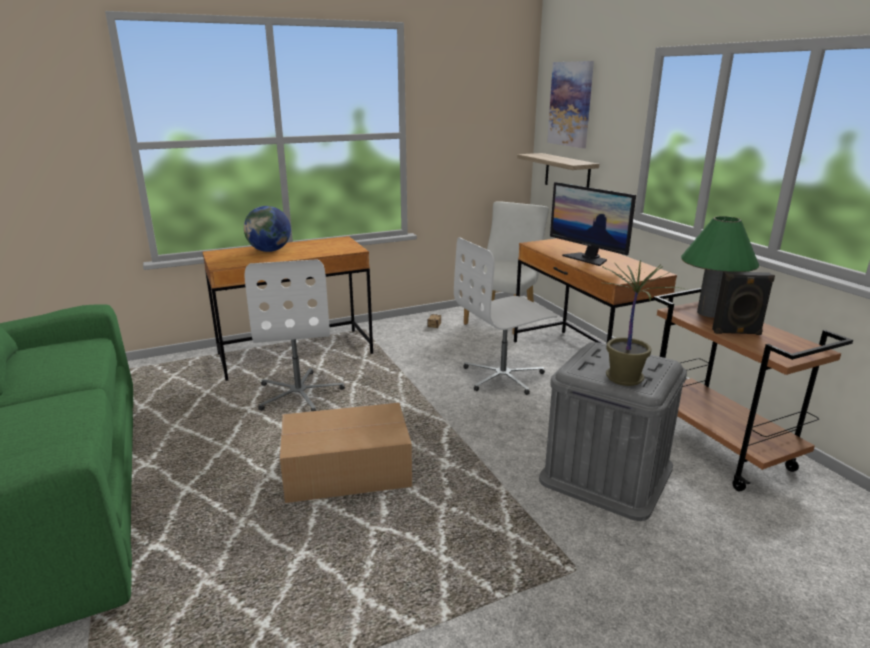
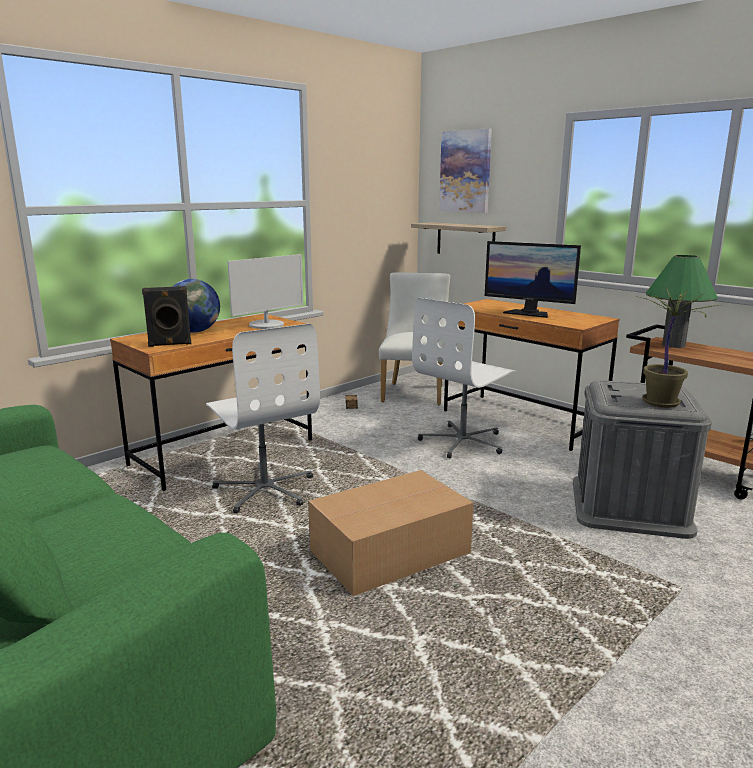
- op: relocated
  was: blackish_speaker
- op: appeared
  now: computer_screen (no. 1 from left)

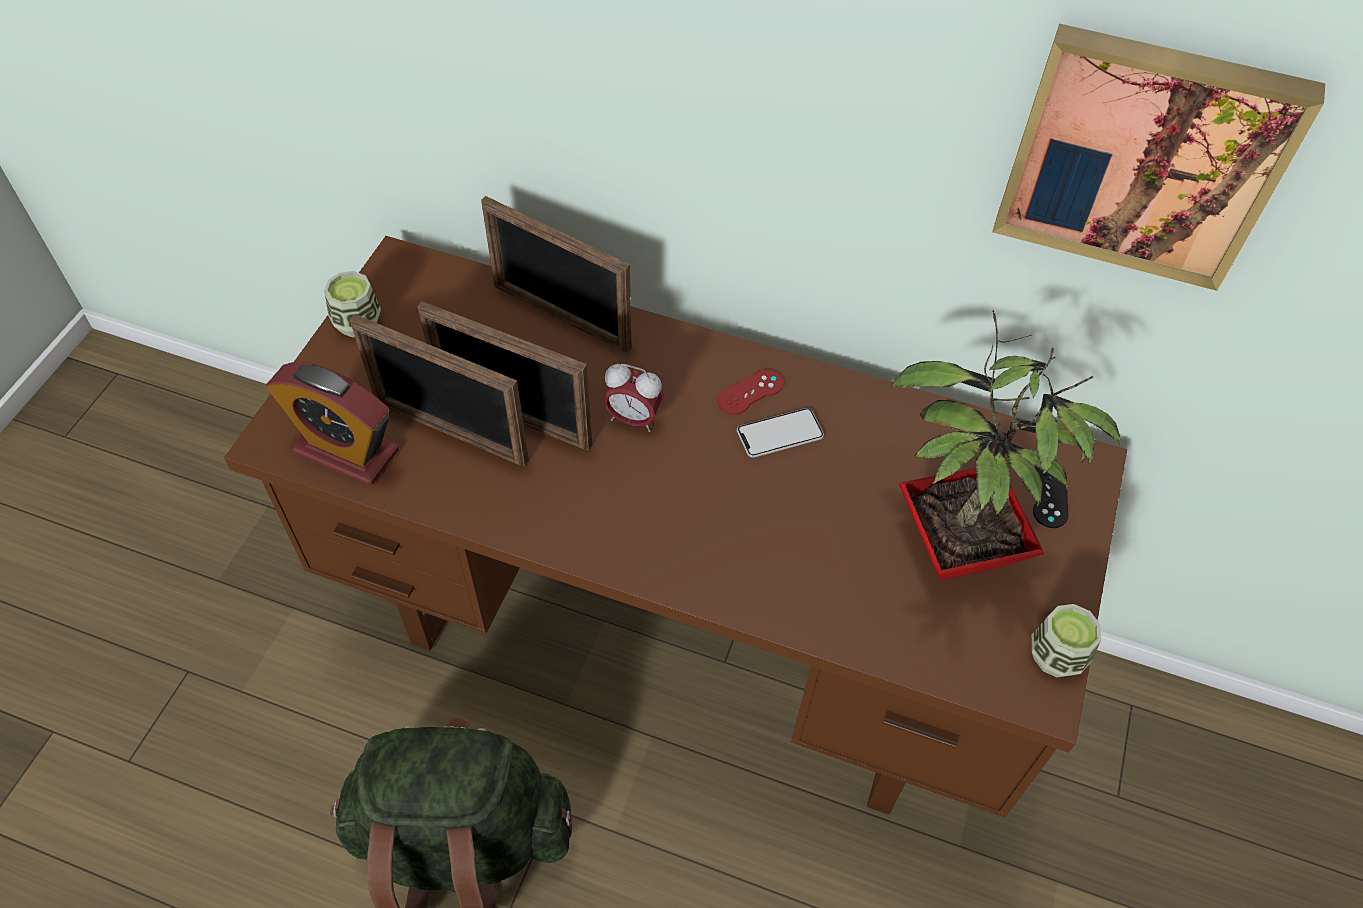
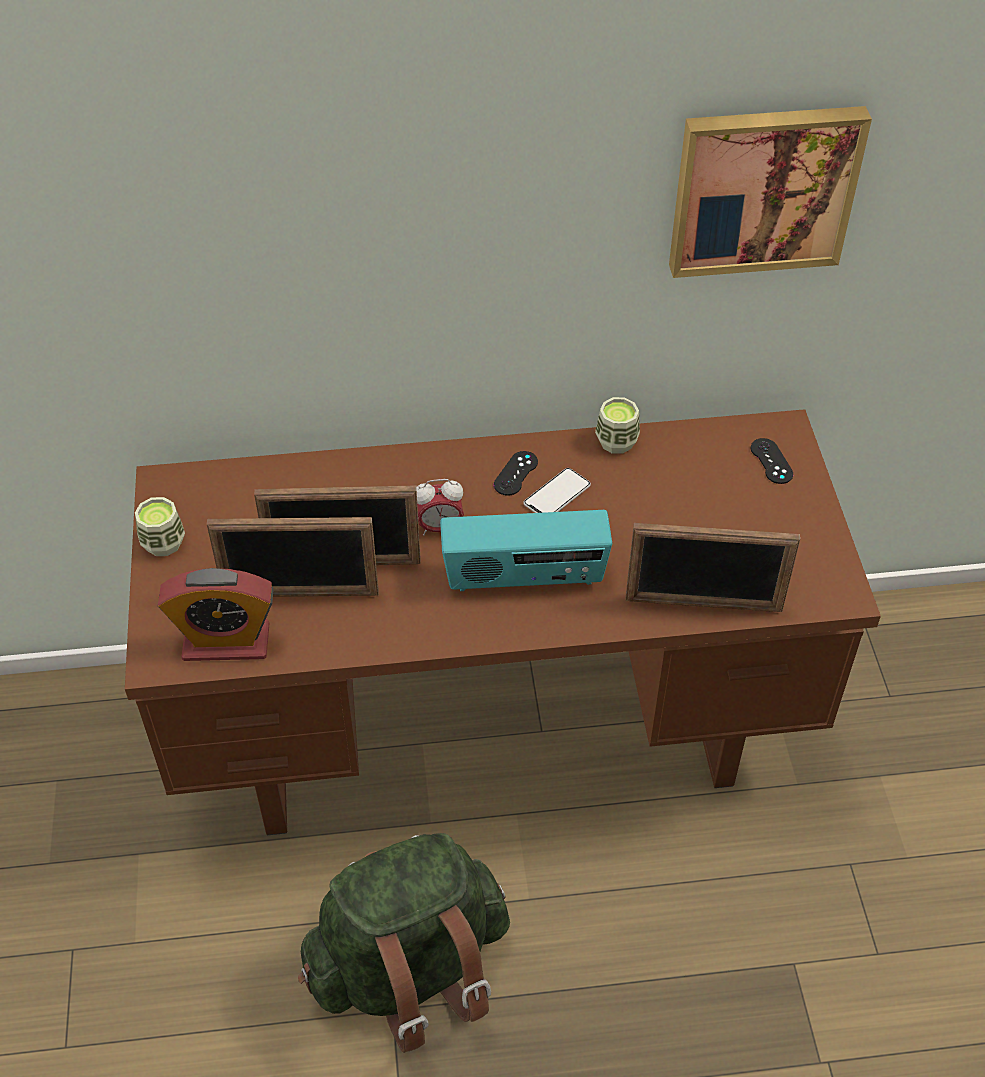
- op: relocated
  was: standing_frame (no. 3 from left)
- op: colour
  was: reddish_joypad
  now: blackish_joypad (no. 1 from left)
- op: missing
  was: plant_in_a_pot
- op: relocated
  was: small_cup (no. 2 from left)
- op: appeared
  now: radio_set

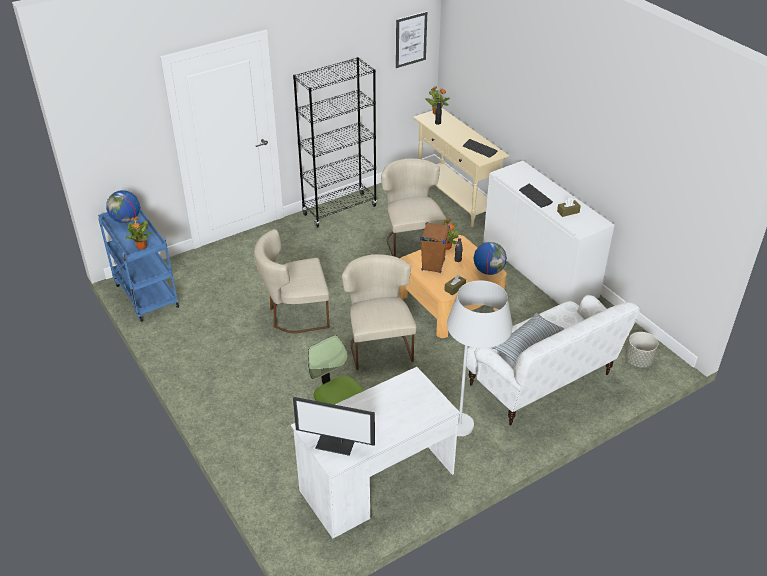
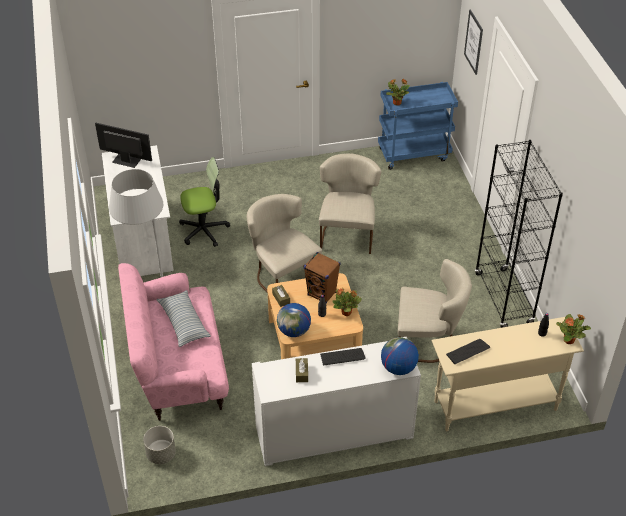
- op: relocated
  was: globe (no. 1 from left in the first image)
  now: globe (no. 2 from left)
- op: spun
  was: computer_screen
  clockwise: 75
- op: spun
  was: beige-coloured_plain_chair (no. 2 from left in the first image)
  clockwise: -135
- op: relocated
  was: picture
- op: colour
  was: whitish_couch
  now: pink-coloured_couch

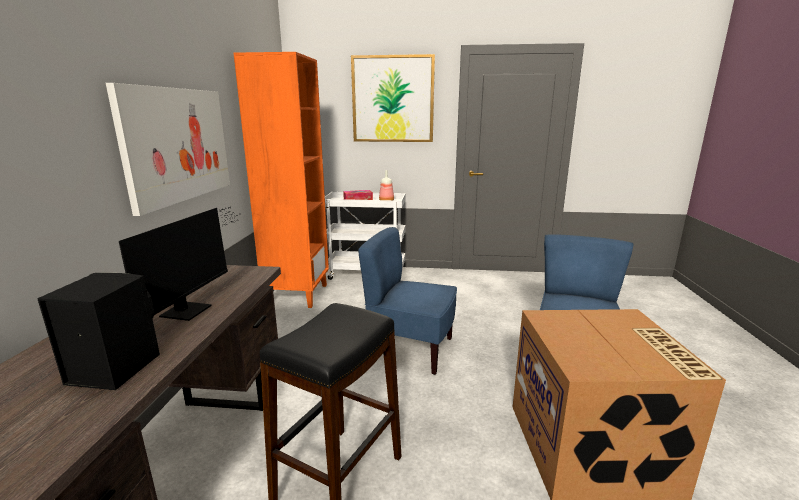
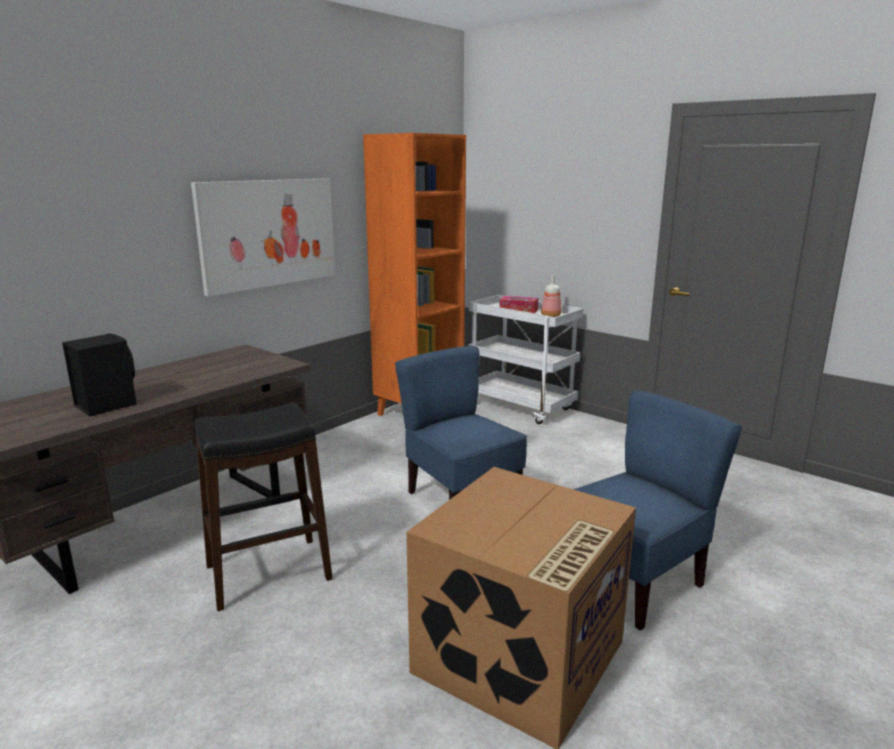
- op: missing
  was: computer_screen
- op: missing
  was: picture (no. 2 from left)

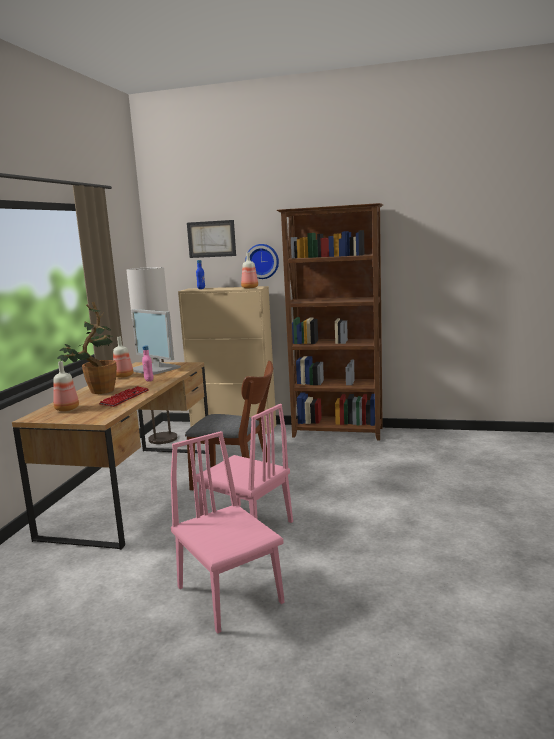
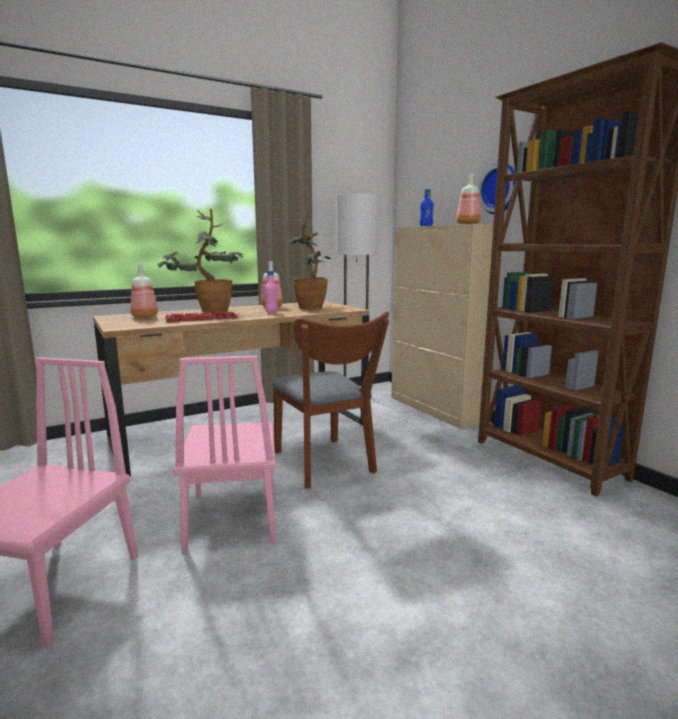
- op: exchanged
  was: computer_screen
  now: plant_in_a_pot (no. 2 from left)
- op: missing
  was: picture

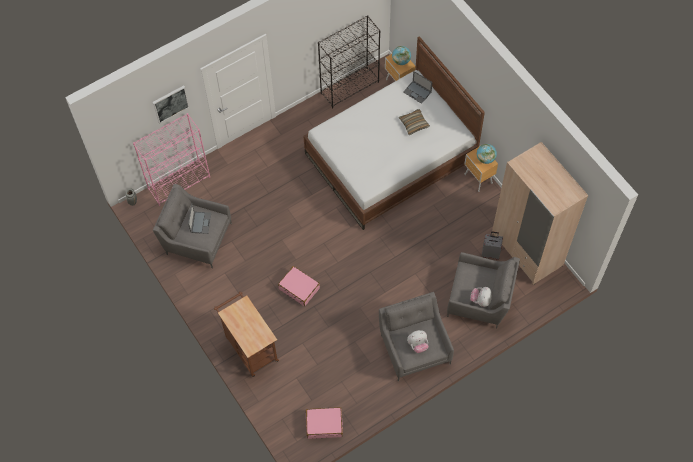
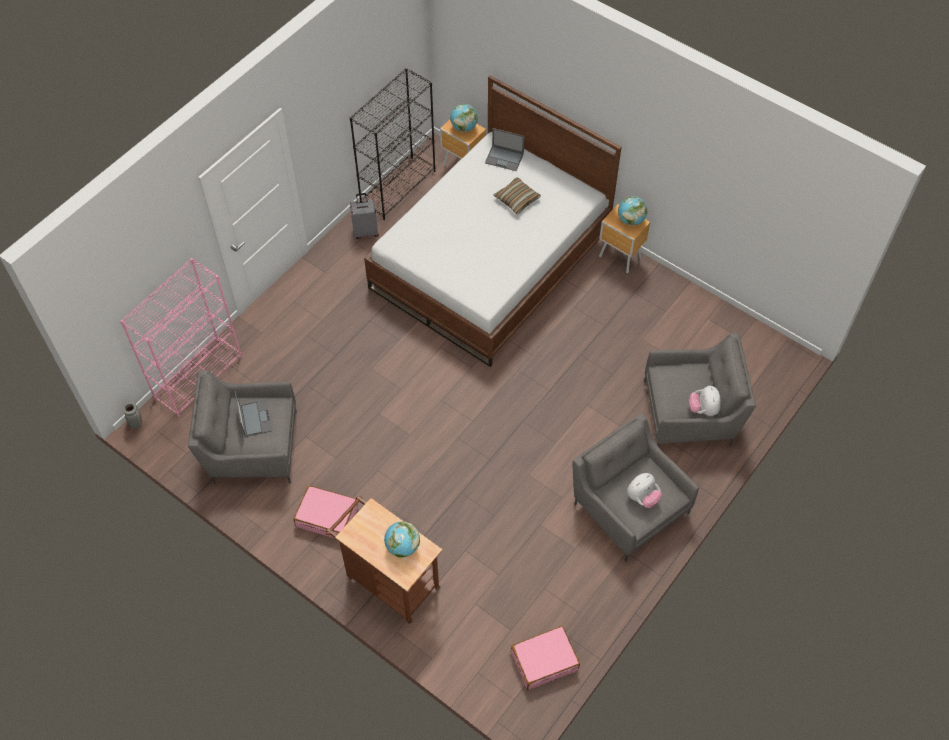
- op: missing
  was: picture
- op: relocated
  was: pink-coloured_travel_case (no. 1 from left)
- op: relocated
  was: gray_travel_case
- op: missing
  was: beige-coloured_clothes_cupboard
- op: appeared
  now: globe (no. 1 from left)

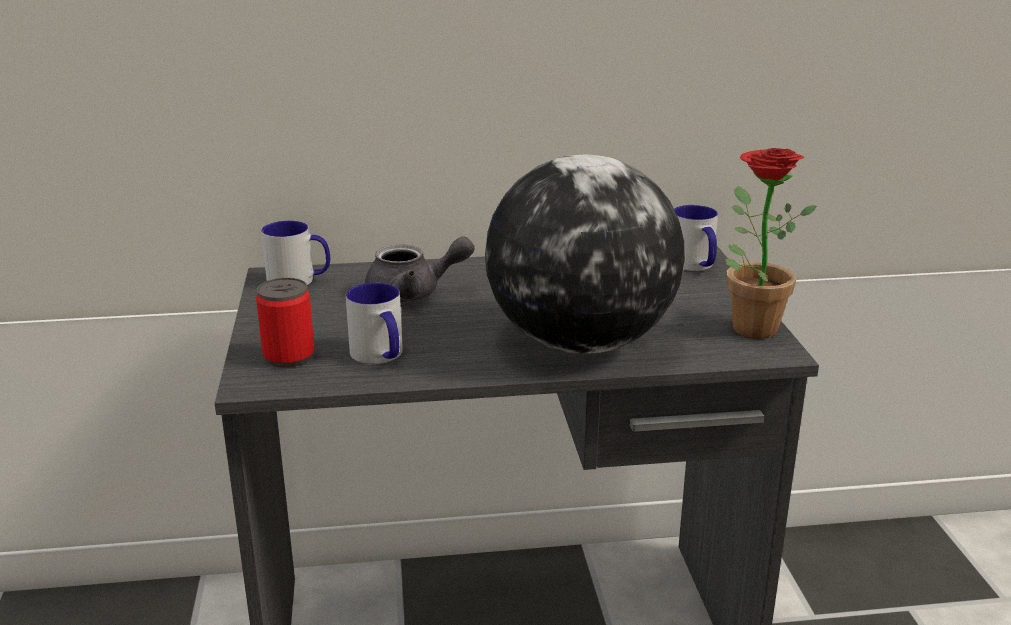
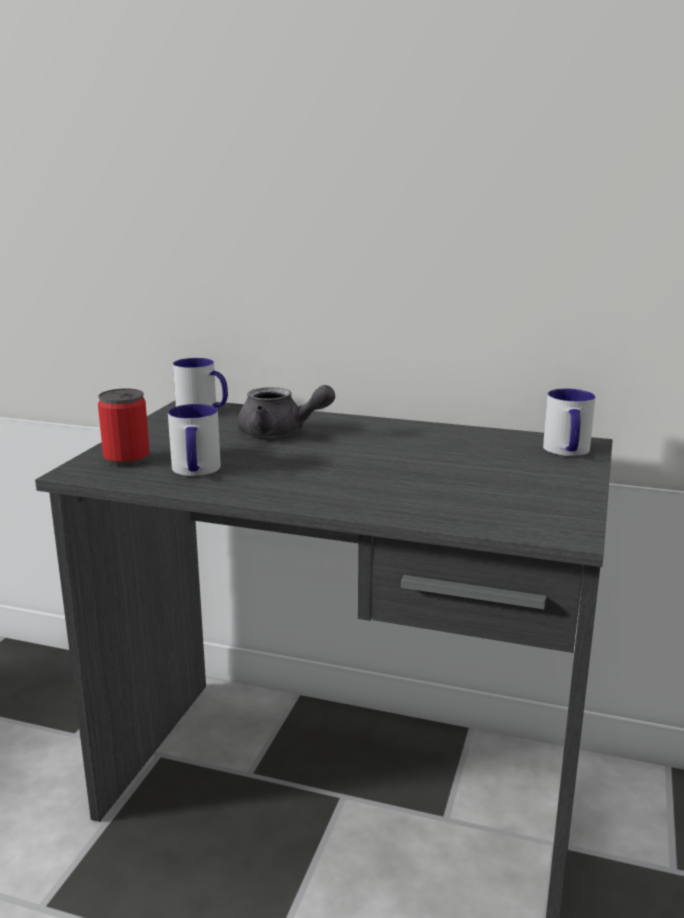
- op: missing
  was: globe
- op: missing
  was: plant_in_a_pot

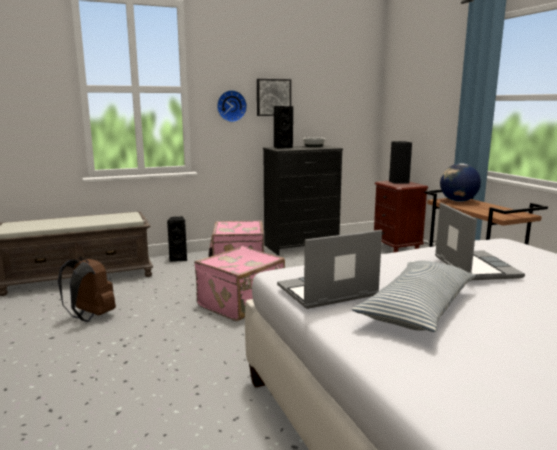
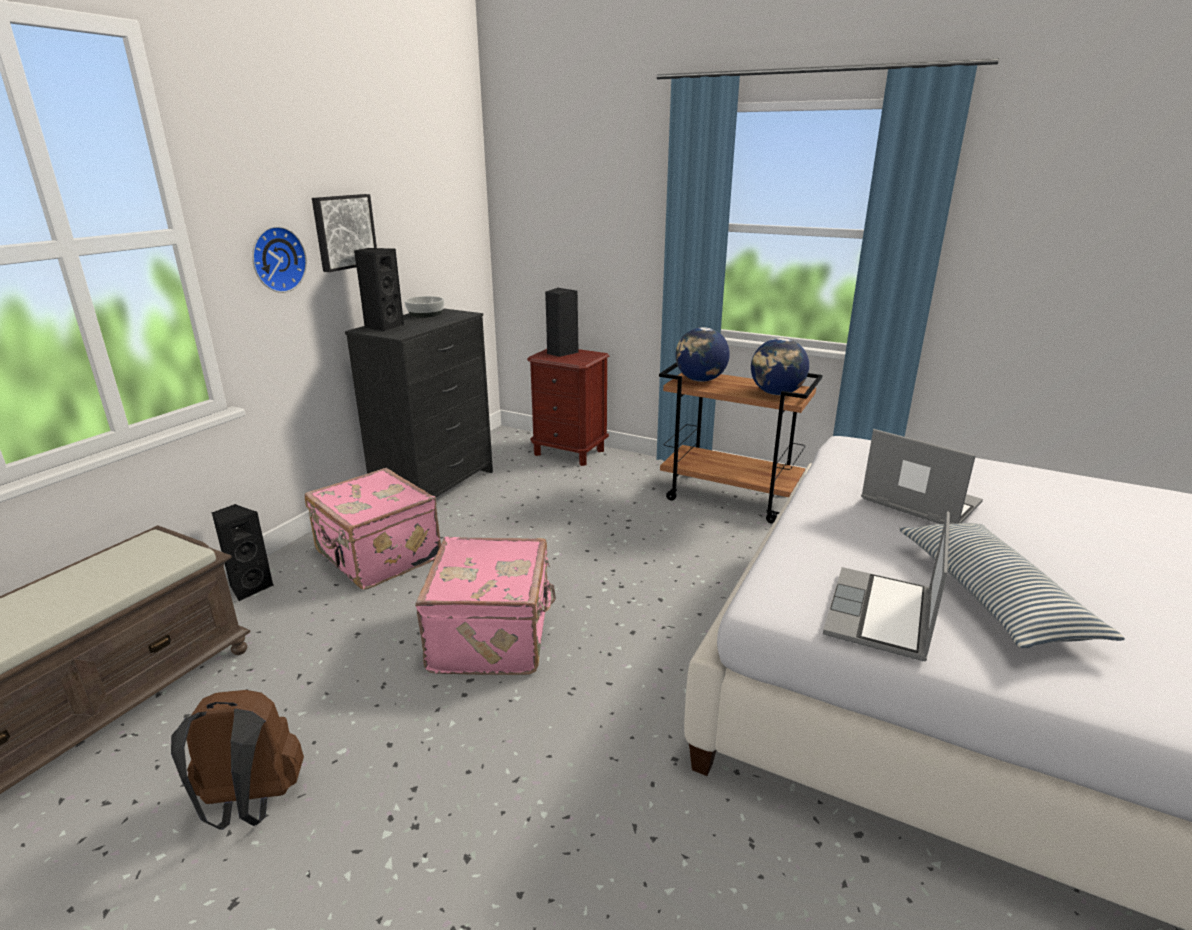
- op: appeared
  now: globe (no. 2 from left)

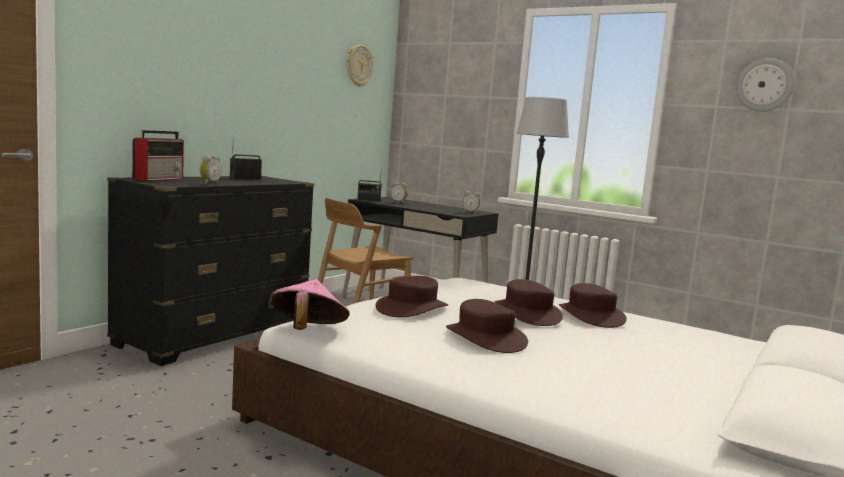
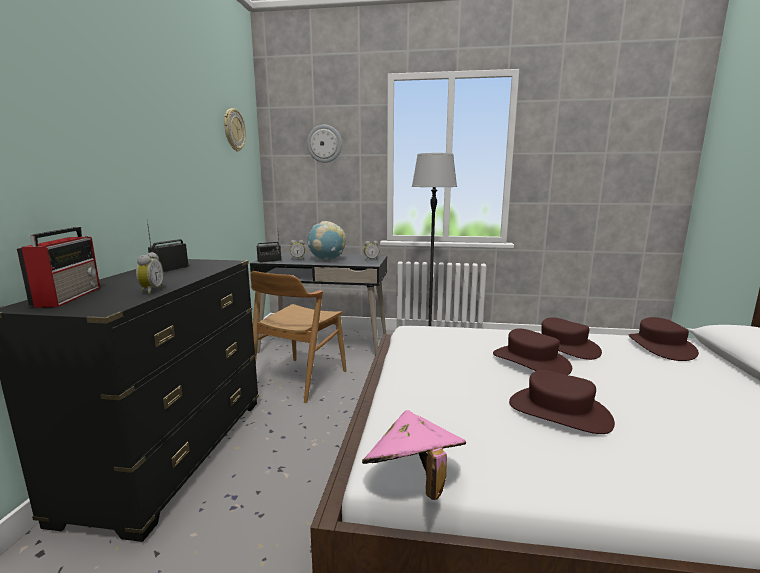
- op: relocated
  was: brownish_clothing_hat (no. 1 from left in the first image)
  now: brownish_clothing_hat (no. 4 from left)
- op: relocated
  was: hanging_clock (no. 2 from left)
- op: appeared
  now: globe

